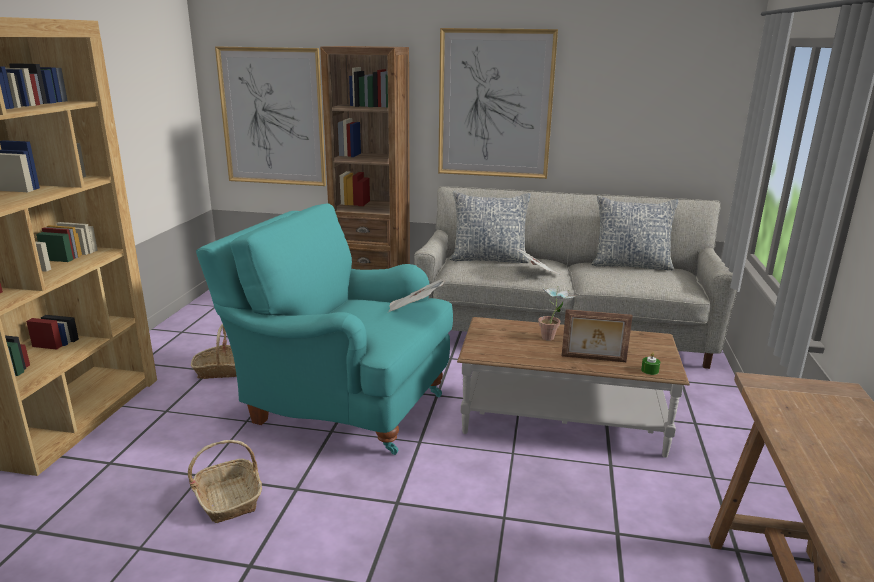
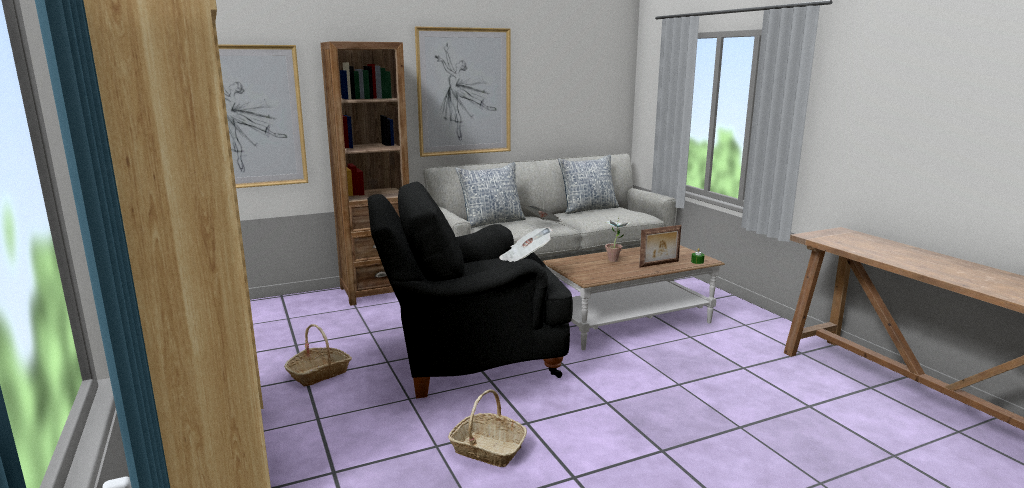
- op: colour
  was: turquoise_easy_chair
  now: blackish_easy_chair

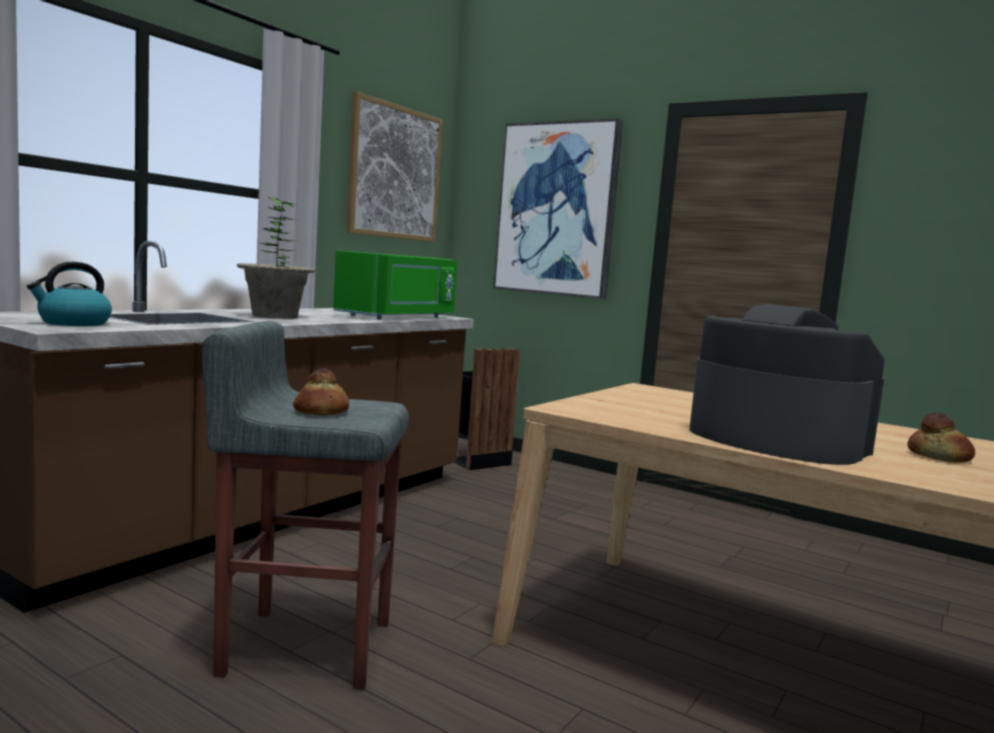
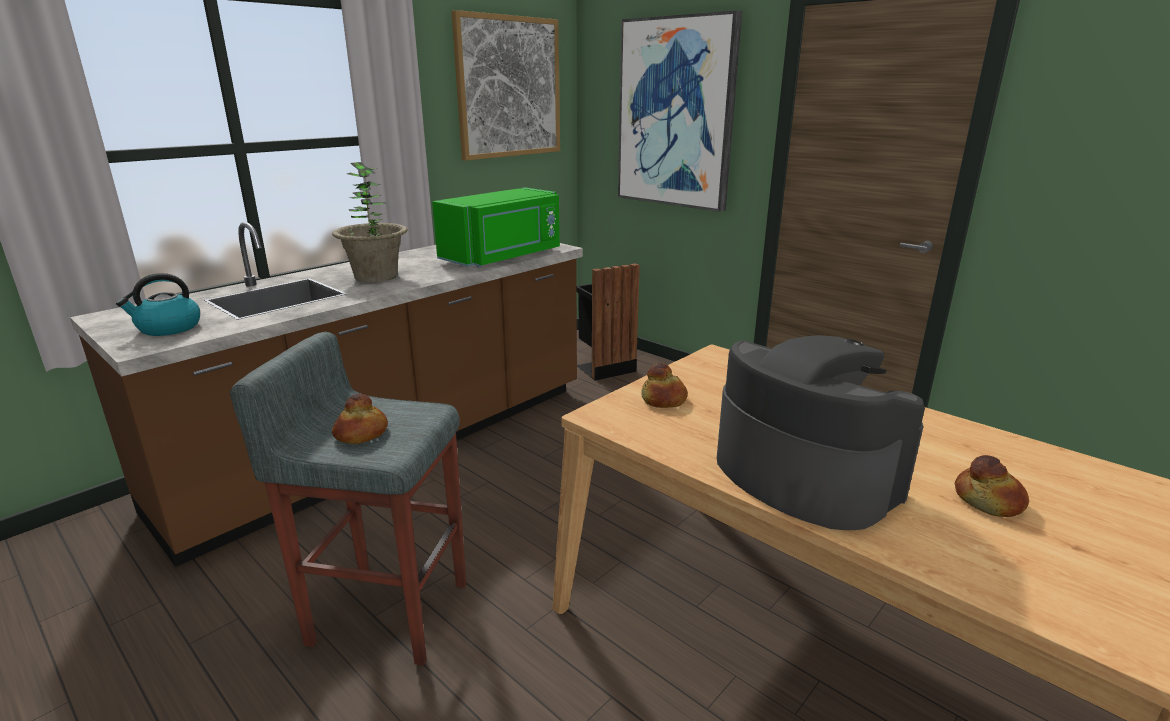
- op: appeared
  now: bread (no. 2 from left)

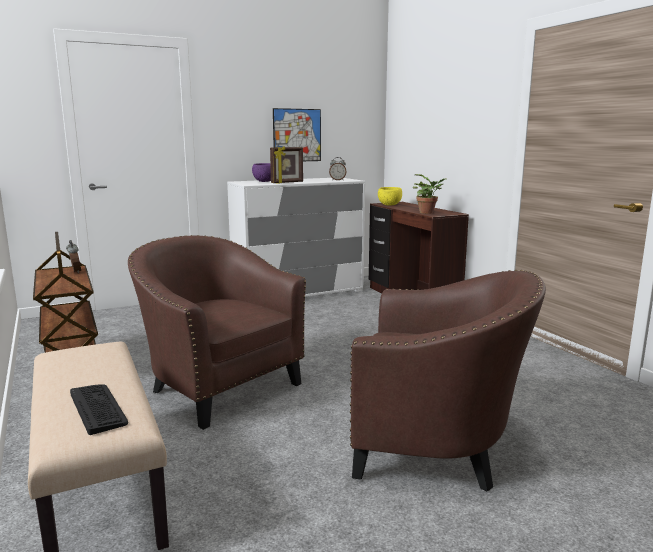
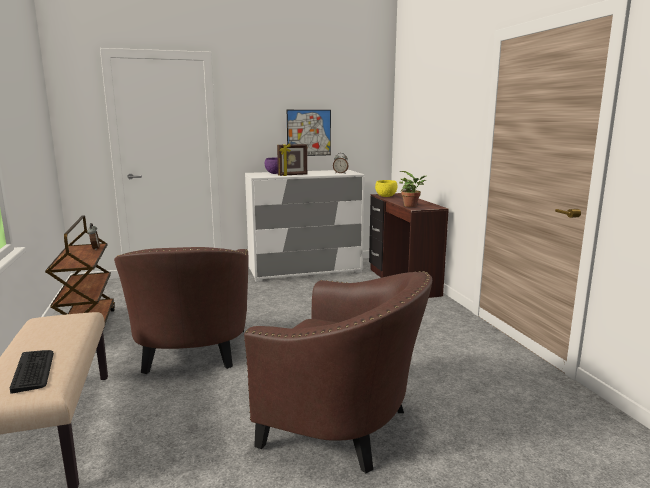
- op: spun
  was: brownish_easy_chair (no. 1 from left)
  clockwise: -150

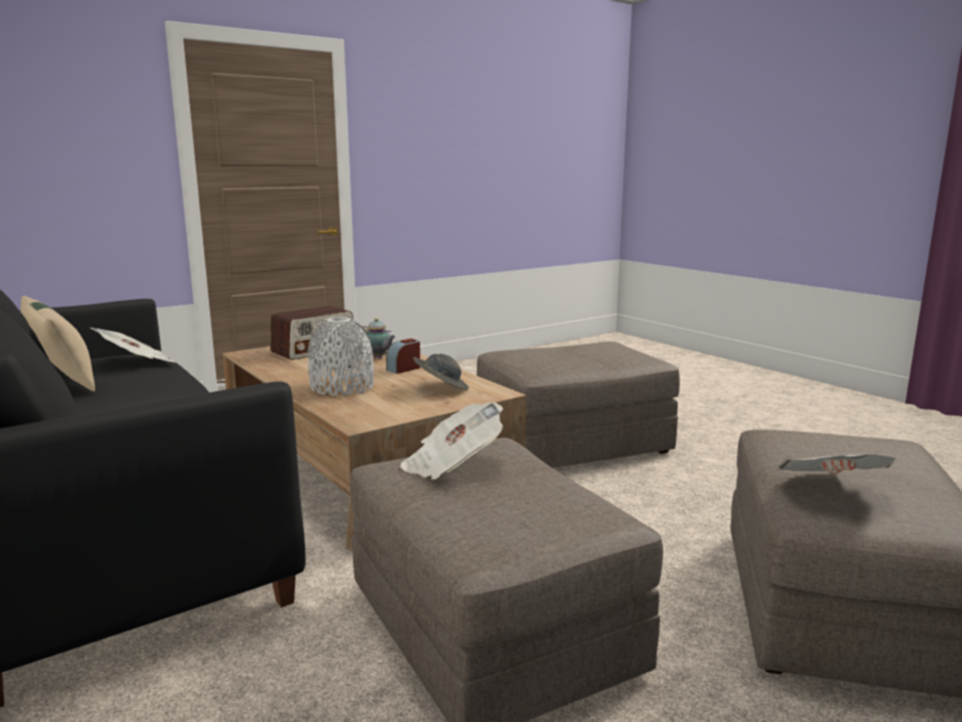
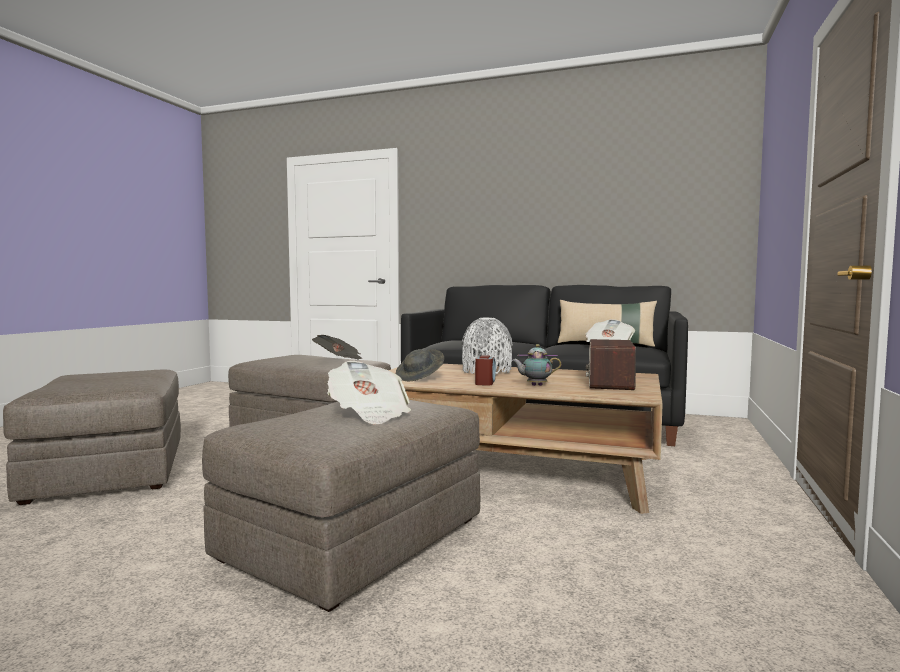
- op: relocated
  was: daily_paper (no. 3 from left in the first image)
  now: daily_paper (no. 2 from left)

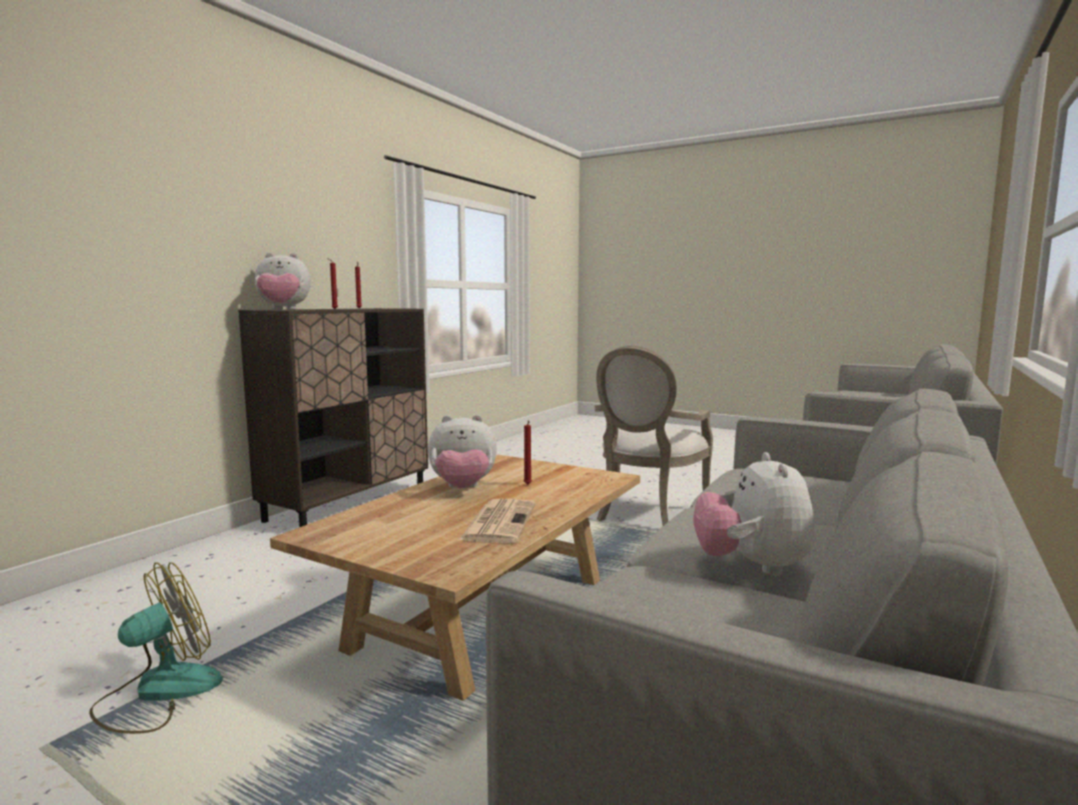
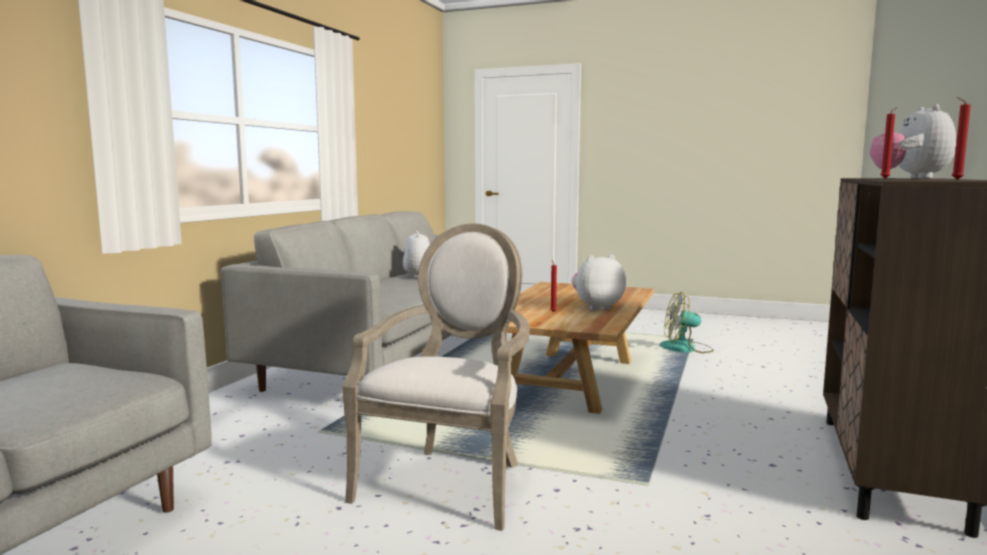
- op: spun
  was: cooling_fan
  clockwise: 60
- op: spun
  was: plush_toy (no. 1 from left in the first image)
  clockwise: -60
- op: missing
  was: daily_paper

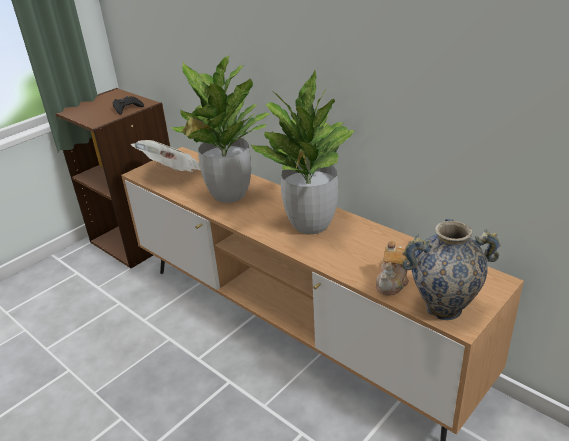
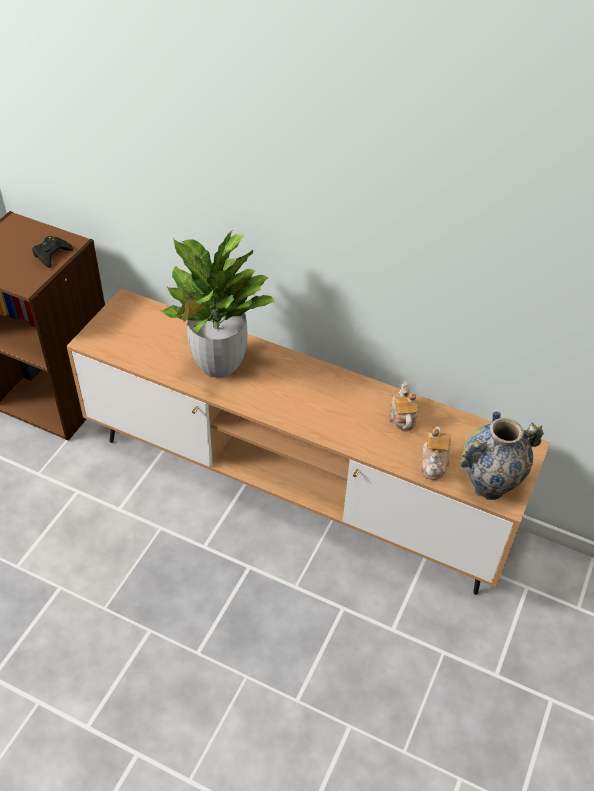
- op: missing
  was: daily_paper
- op: missing
  was: plant_in_a_pot (no. 2 from left)
- op: appeared
  now: tea_pot (no. 1 from left)

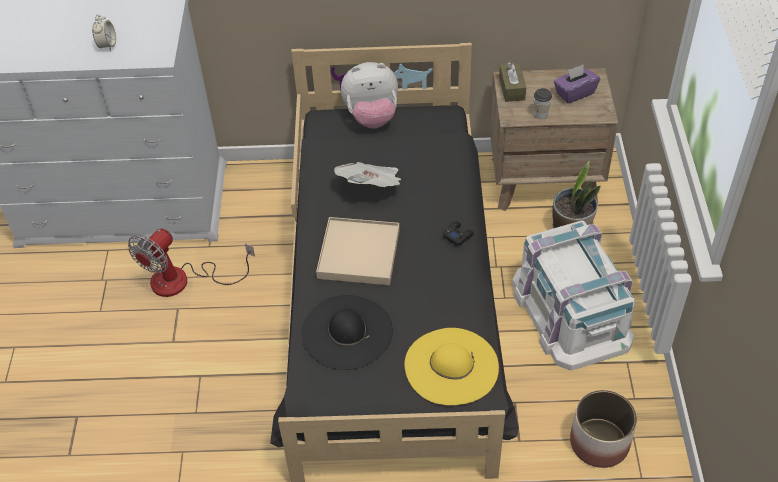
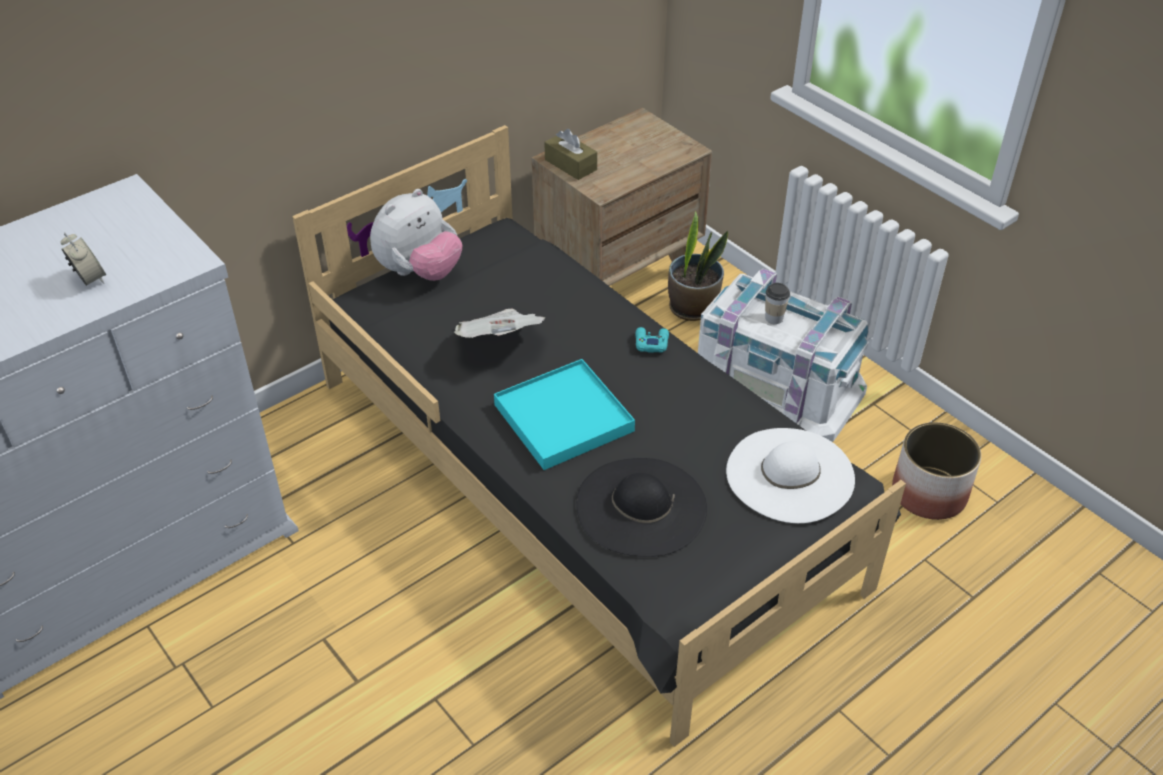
- op: missing
  was: cooling_fan
- op: colour
  was: beige-coloured_carrying_tray
  now: turquoise_carrying_tray
- op: colour
  was: yellow-coloured_clothing_hat
  now: whitish_clothing_hat
- op: colour
  was: blackish_joypad
  now: turquoise_joypad
- op: relocated
  was: small_cup
- op: missing
  was: purplish_tissue_holder

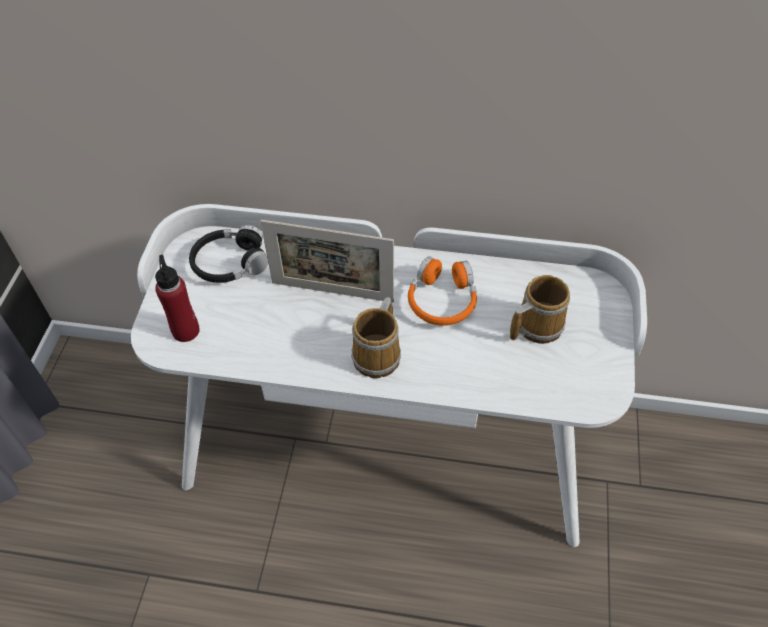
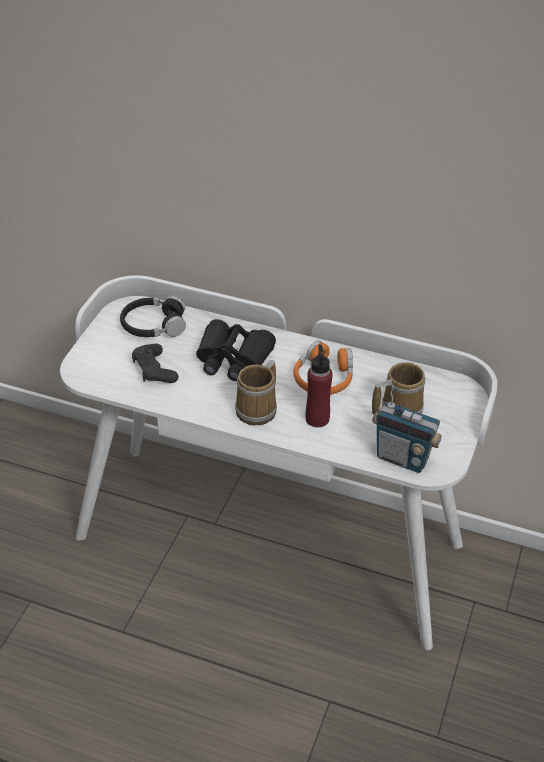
- op: relocated
  was: reddish_bottle
- op: exchanged
  was: standing_frame
  now: blackish_pair_of_binoculars
- op: appeared
  now: blackish_joypad
- op: appeared
  now: radio_set

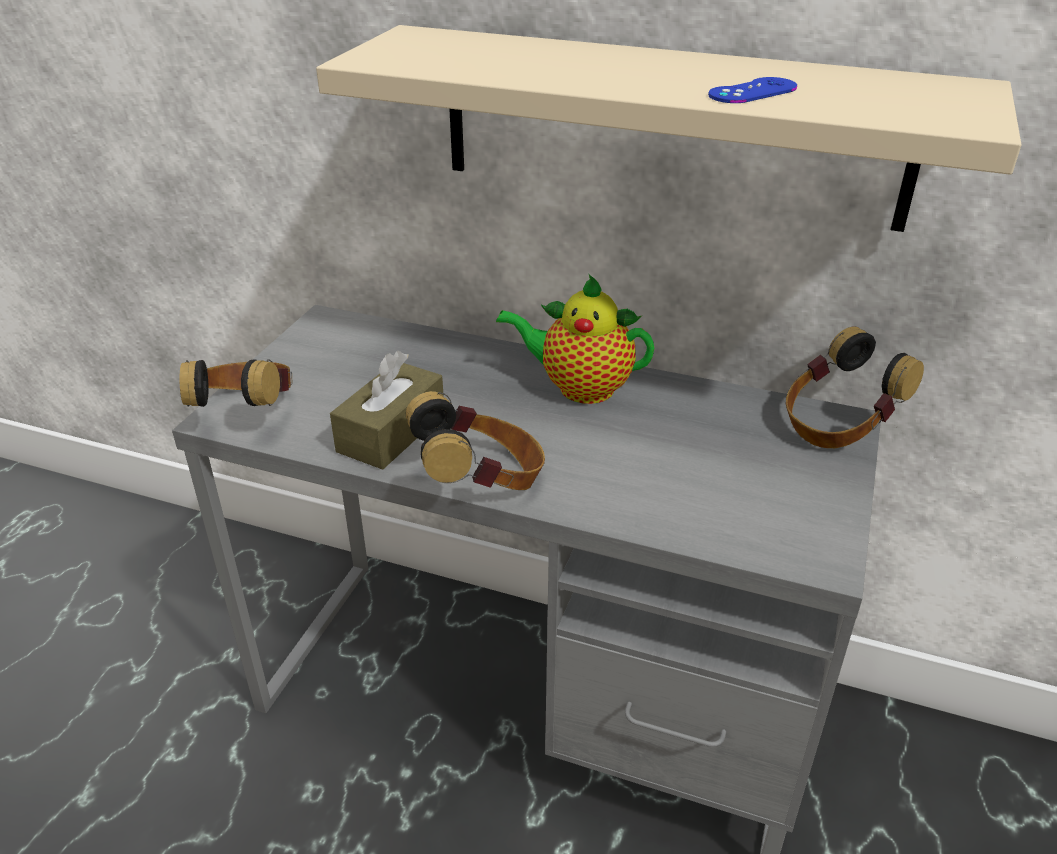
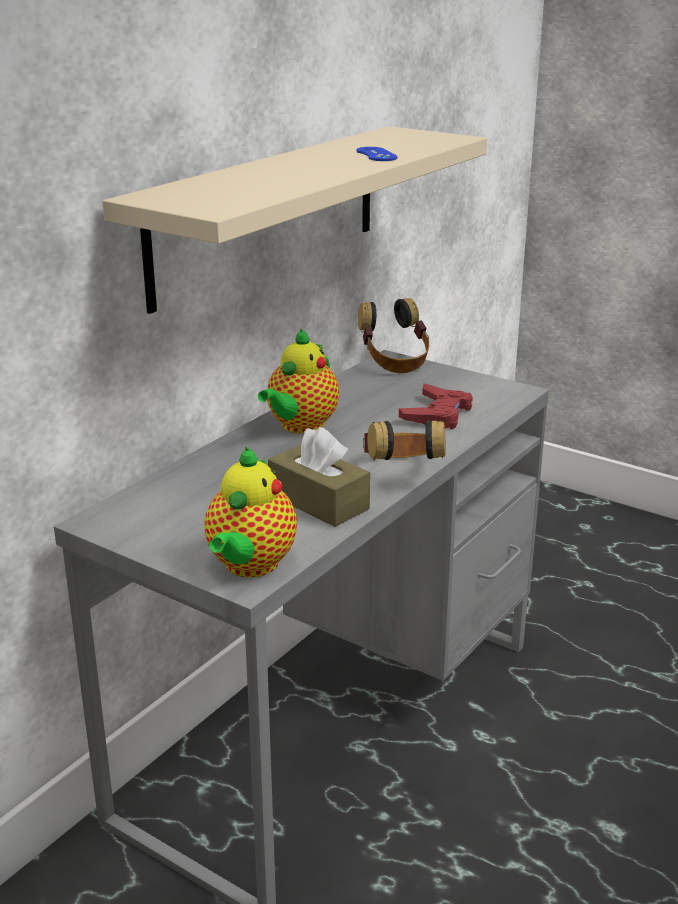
- op: exchanged
  was: pair_of_headphones (no. 1 from left)
  now: tea_pot (no. 1 from left)
- op: appeared
  now: reddish_joypad

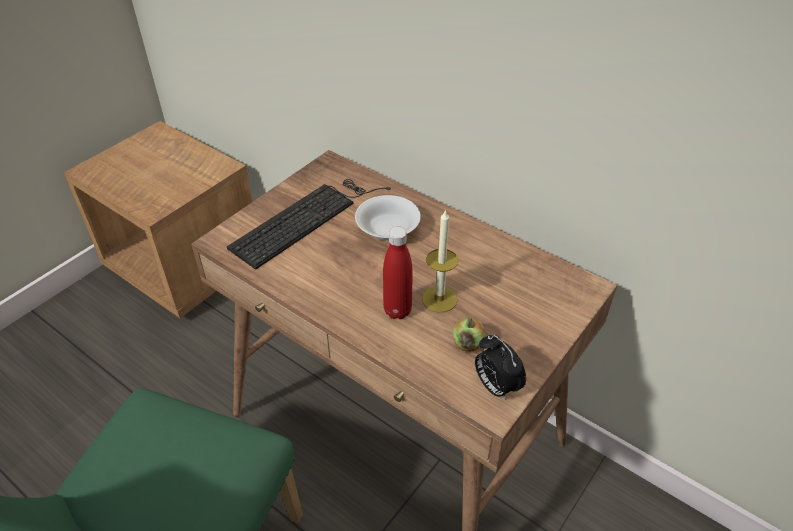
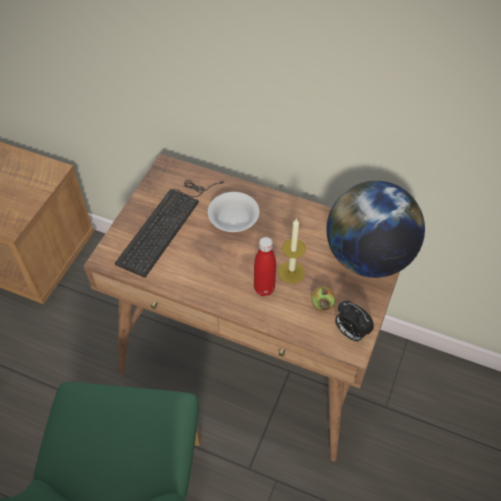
- op: appeared
  now: globe

